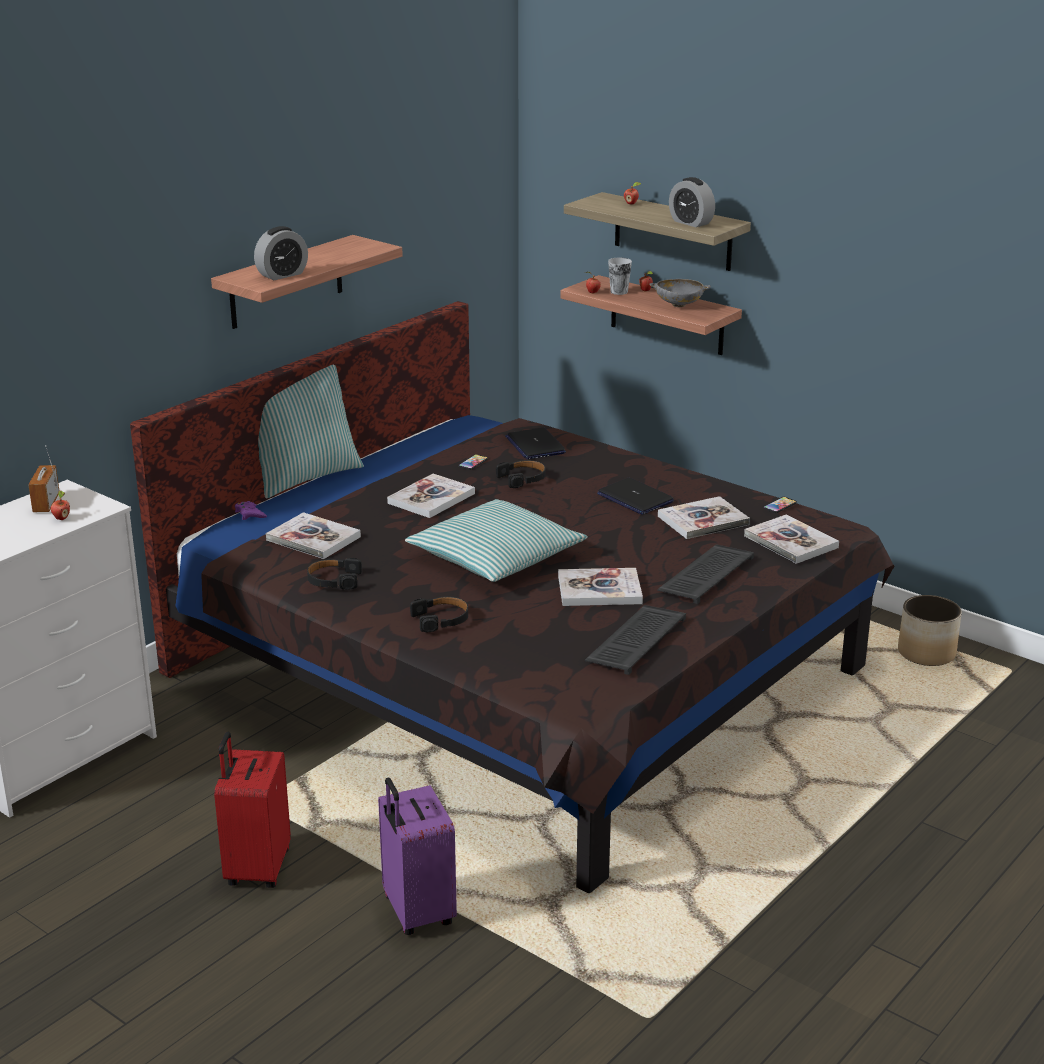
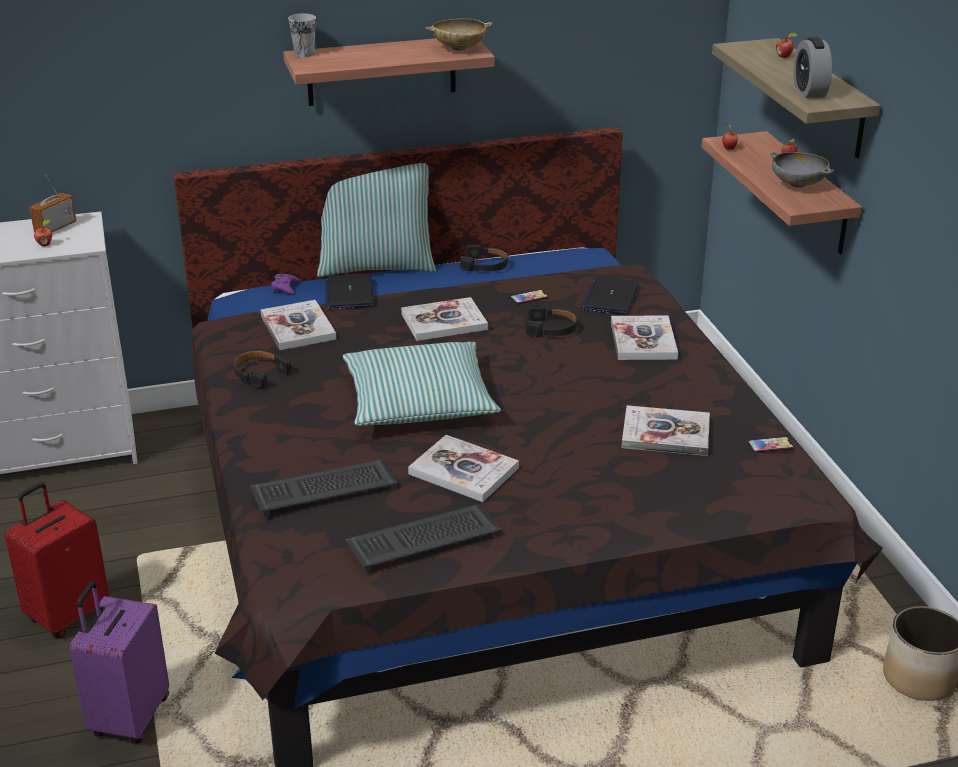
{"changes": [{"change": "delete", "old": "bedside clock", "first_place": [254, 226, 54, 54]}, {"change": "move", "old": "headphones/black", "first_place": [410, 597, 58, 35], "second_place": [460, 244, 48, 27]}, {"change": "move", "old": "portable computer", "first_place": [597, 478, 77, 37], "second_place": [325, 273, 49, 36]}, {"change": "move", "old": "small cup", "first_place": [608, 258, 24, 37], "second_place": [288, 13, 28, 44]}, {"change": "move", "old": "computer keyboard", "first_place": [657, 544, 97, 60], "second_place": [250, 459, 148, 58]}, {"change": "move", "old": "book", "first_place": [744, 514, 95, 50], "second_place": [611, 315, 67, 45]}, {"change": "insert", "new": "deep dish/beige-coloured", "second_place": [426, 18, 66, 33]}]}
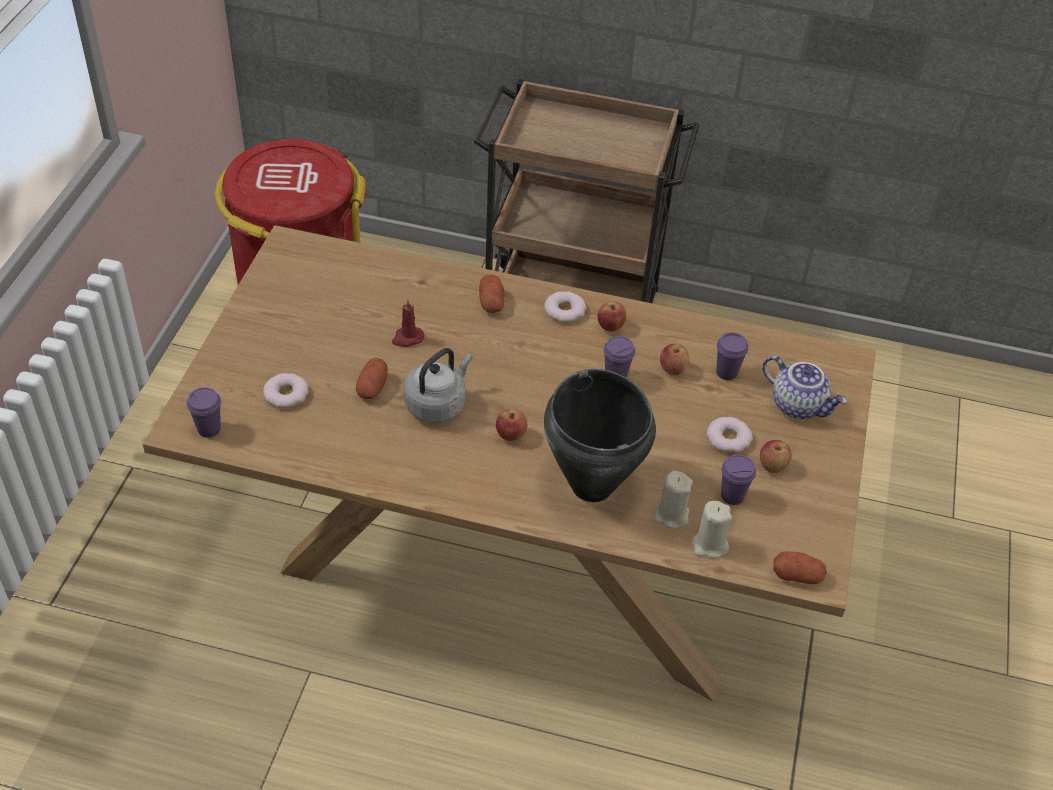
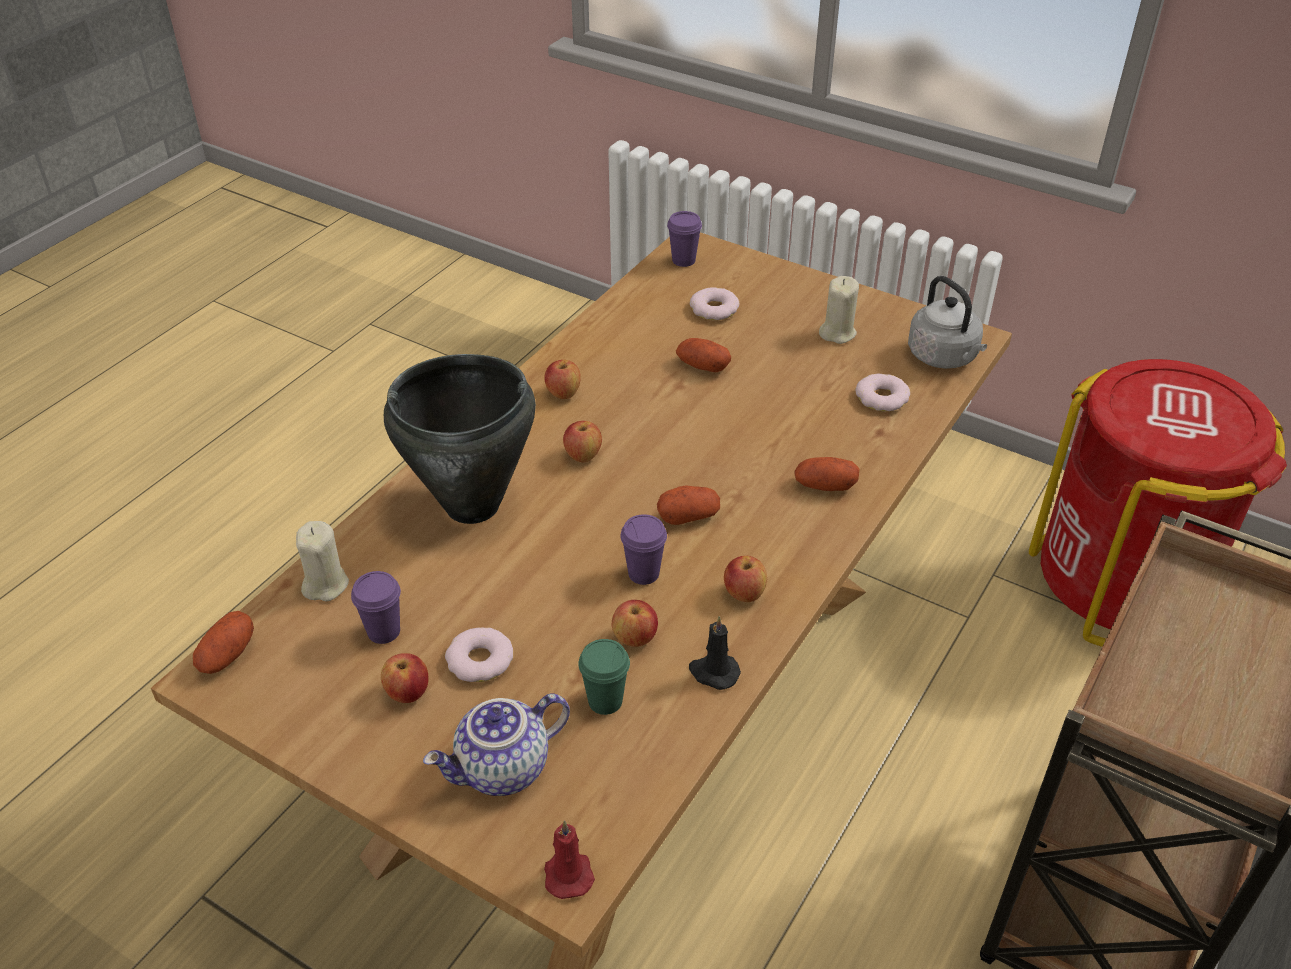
{"changes": [{"change": "move", "old": "candle/reddish", "first_place": [392, 299, 32, 48], "second_place": [544, 820, 51, 79]}, {"change": "move", "old": "tea kettle/greyish", "first_place": [404, 348, 69, 75], "second_place": [908, 276, 79, 93]}, {"change": "move", "old": "doughnut", "first_place": [544, 291, 42, 32], "second_place": [855, 374, 55, 37]}, {"change": "move", "old": "candle/beige-coloured", "first_place": [653, 471, 40, 58], "second_place": [819, 276, 40, 68]}, {"change": "recolor", "old": "small cup/purplish", "new": "small cup/greenish", "first_place": [716, 332, 32, 48], "second_place": [578, 639, 52, 76]}, {"change": "insert", "new": "whole apple", "second_place": [545, 360, 36, 39]}, {"change": "insert", "new": "potato", "second_place": [657, 485, 63, 40]}, {"change": "insert", "new": "candle/black", "second_place": [689, 616, 52, 74]}]}
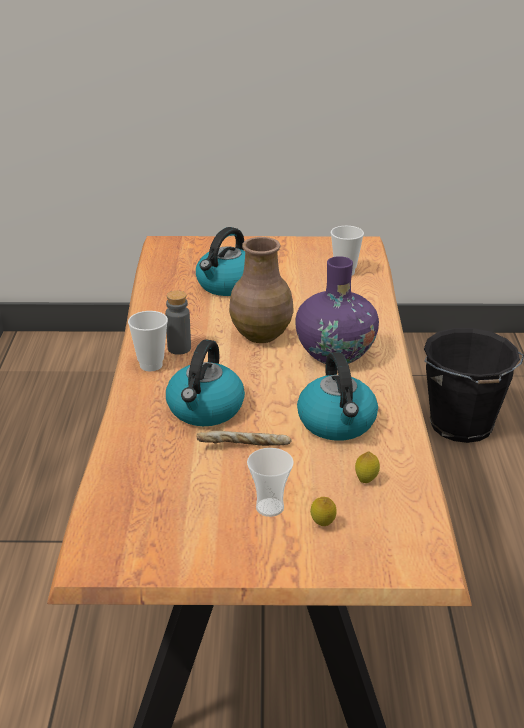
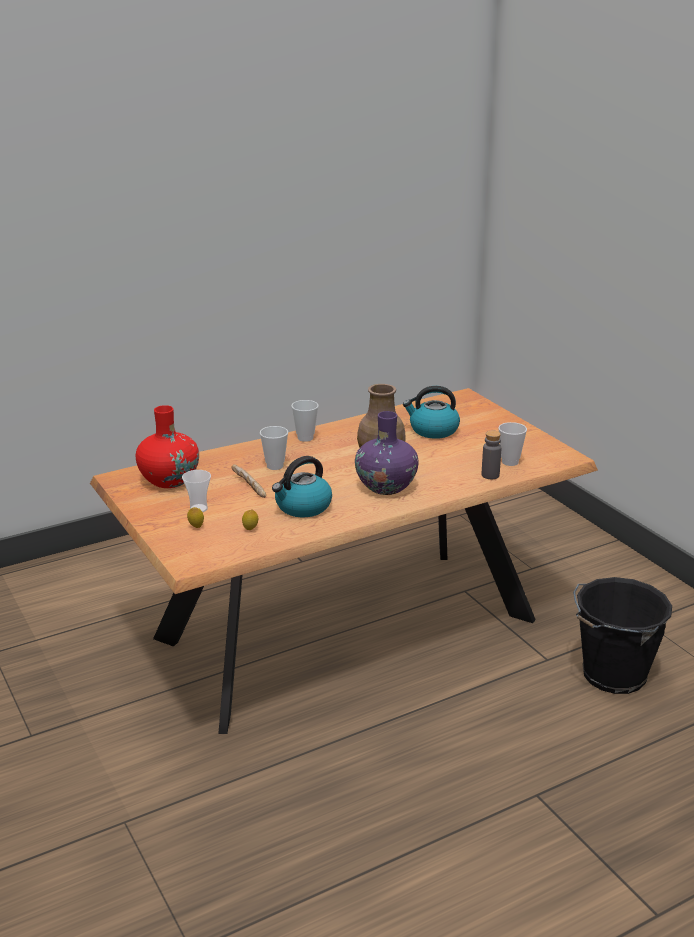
{"changes": [{"change": "move", "old": "bottle/greyish", "first_place": [165, 291, 26, 64], "second_place": [482, 431, 20, 48]}, {"change": "replace", "old": "tea kettle", "new": "small cup", "first_place": [166, 339, 79, 87], "second_place": [260, 426, 28, 44]}, {"change": "insert", "new": "vase/reddish", "second_place": [136, 405, 63, 83]}]}
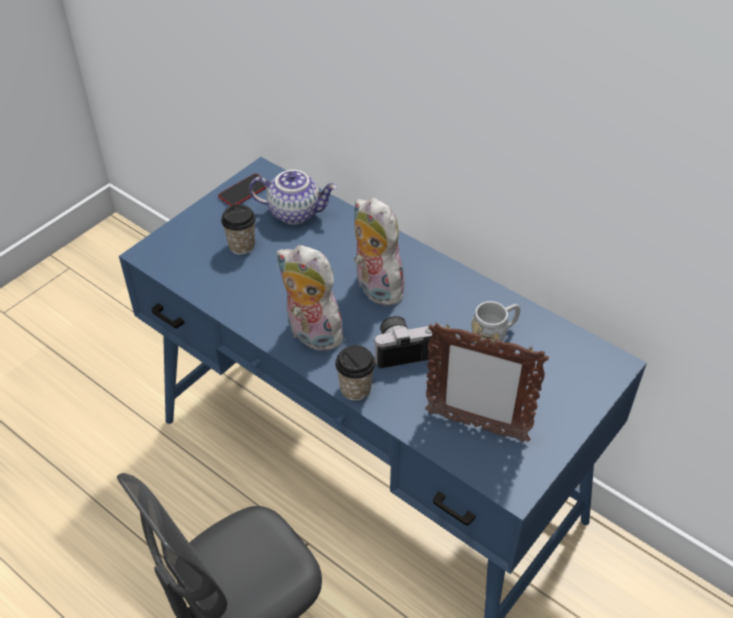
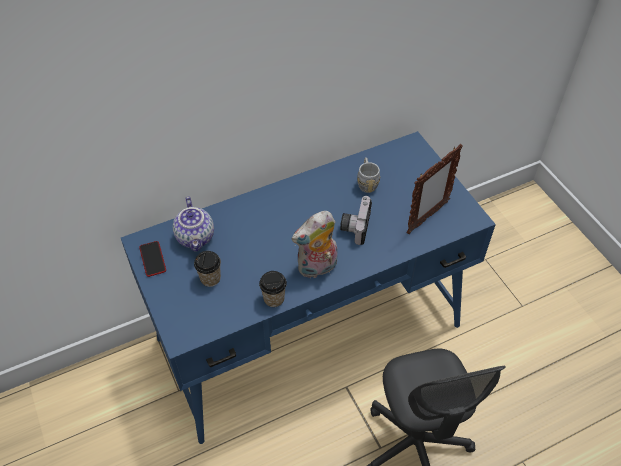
{"changes": [{"change": "rotate", "old": "teapot", "first_place": [249, 170, 88, 54], "second_place": [173, 197, 41, 55], "degrees": 135}, {"change": "move", "old": "small cup", "first_place": [335, 345, 40, 56], "second_place": [259, 271, 28, 36]}, {"change": "delete", "old": "cuddly toy", "first_place": [354, 197, 54, 109]}]}
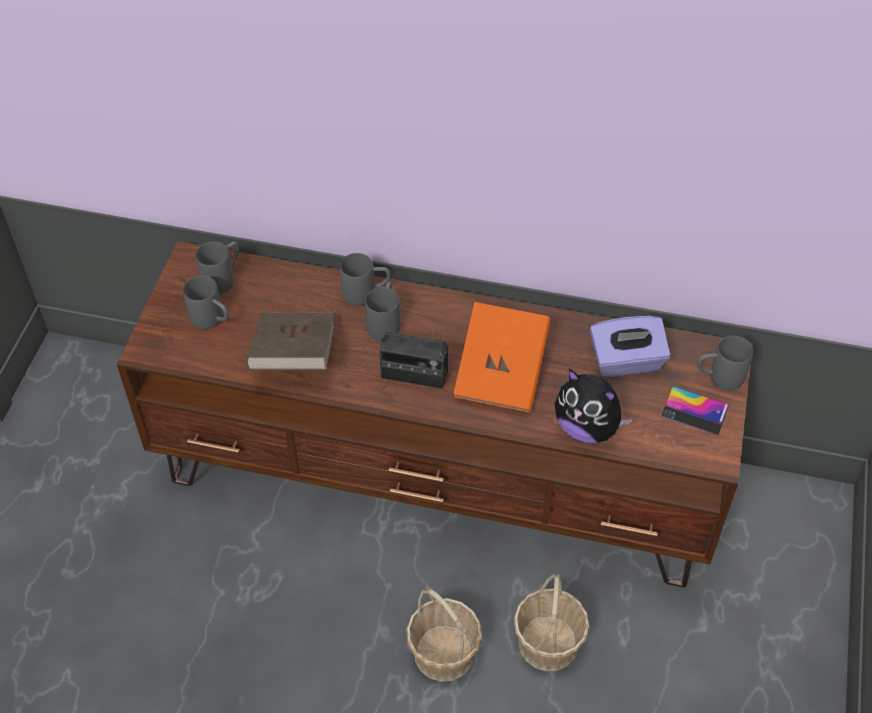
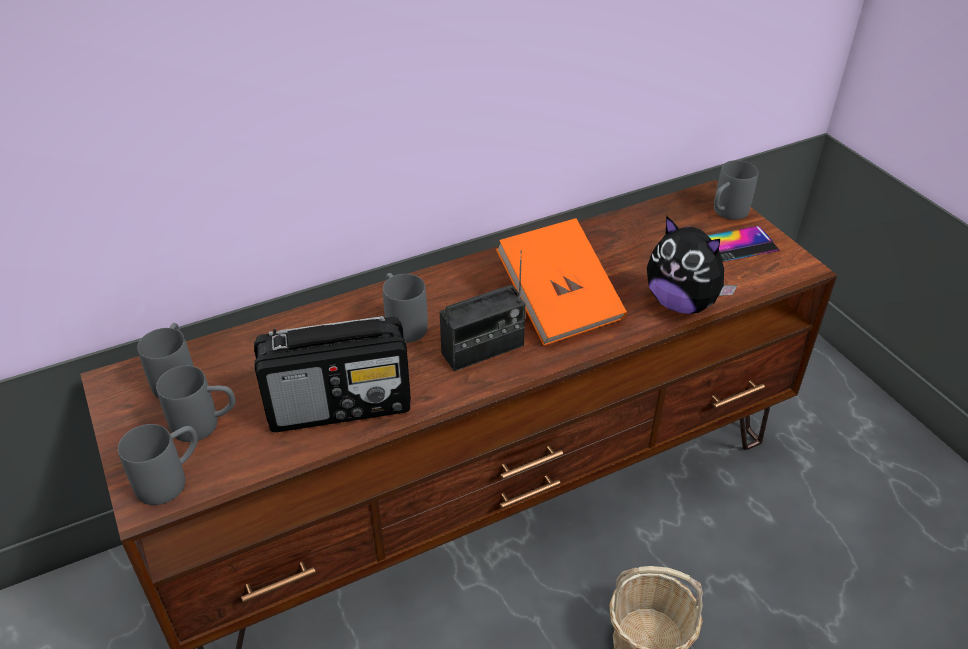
{"changes": [{"change": "replace", "old": "book/brown", "new": "radio receiver", "first_place": [246, 313, 89, 58], "second_place": [254, 316, 157, 116]}, {"change": "move", "old": "mug/greyish", "first_place": [340, 253, 51, 53], "second_place": [118, 424, 80, 81]}, {"change": "delete", "old": "household basket", "first_place": [514, 574, 75, 97]}, {"change": "rotate", "old": "cuddly toy", "first_place": [554, 369, 79, 75], "second_place": [647, 215, 90, 99], "degrees": 45}, {"change": "delete", "old": "tissue holder/purplish", "first_place": [590, 316, 80, 61]}]}
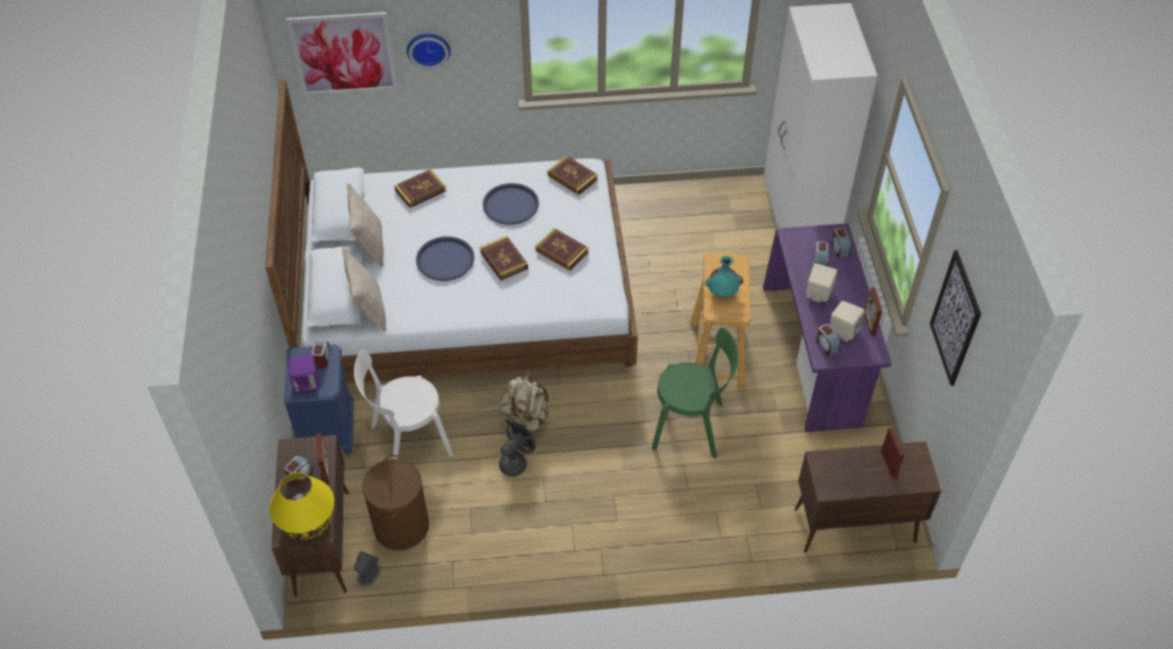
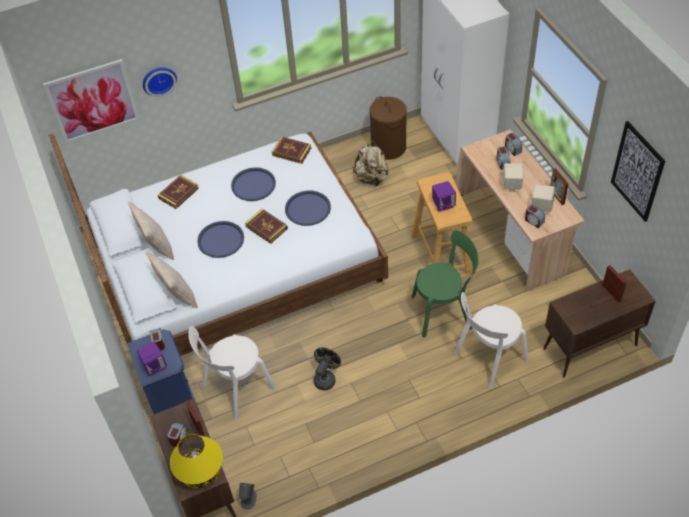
{"changes": [{"change": "move", "old": "hamper/brown", "first_place": [362, 455, 67, 95], "second_place": [369, 97, 38, 63]}, {"change": "move", "old": "rucksack/beige-coloured", "first_place": [499, 374, 50, 58], "second_place": [353, 141, 36, 45]}, {"change": "replace", "old": "book", "new": "carrying tray/bluish", "first_place": [535, 228, 54, 43], "second_place": [285, 191, 46, 35]}, {"change": "replace", "old": "vase/turquoise-coloured", "new": "audio speaker/purplish", "first_place": [705, 256, 38, 41], "second_place": [432, 181, 24, 30]}, {"change": "recolor", "old": "desk unit/purplish", "new": "desk unit/beige-coloured", "first_place": [763, 223, 129, 209], "second_place": [455, 130, 130, 161]}, {"change": "insert", "new": "chair/white", "second_place": [454, 292, 74, 97]}]}
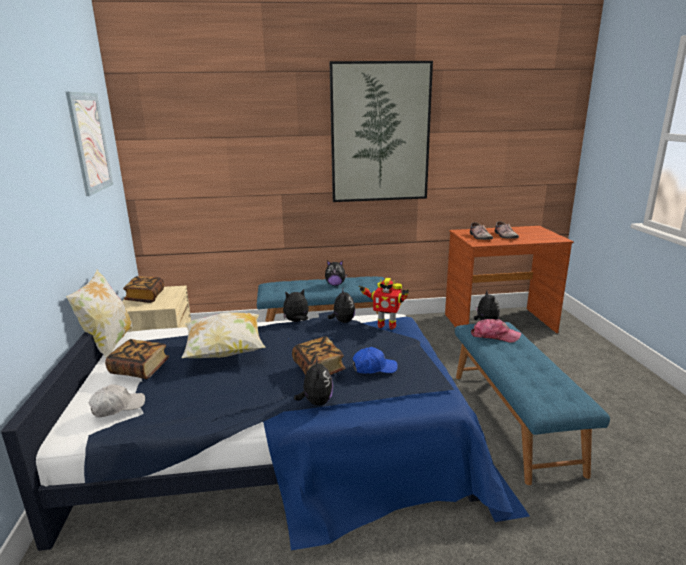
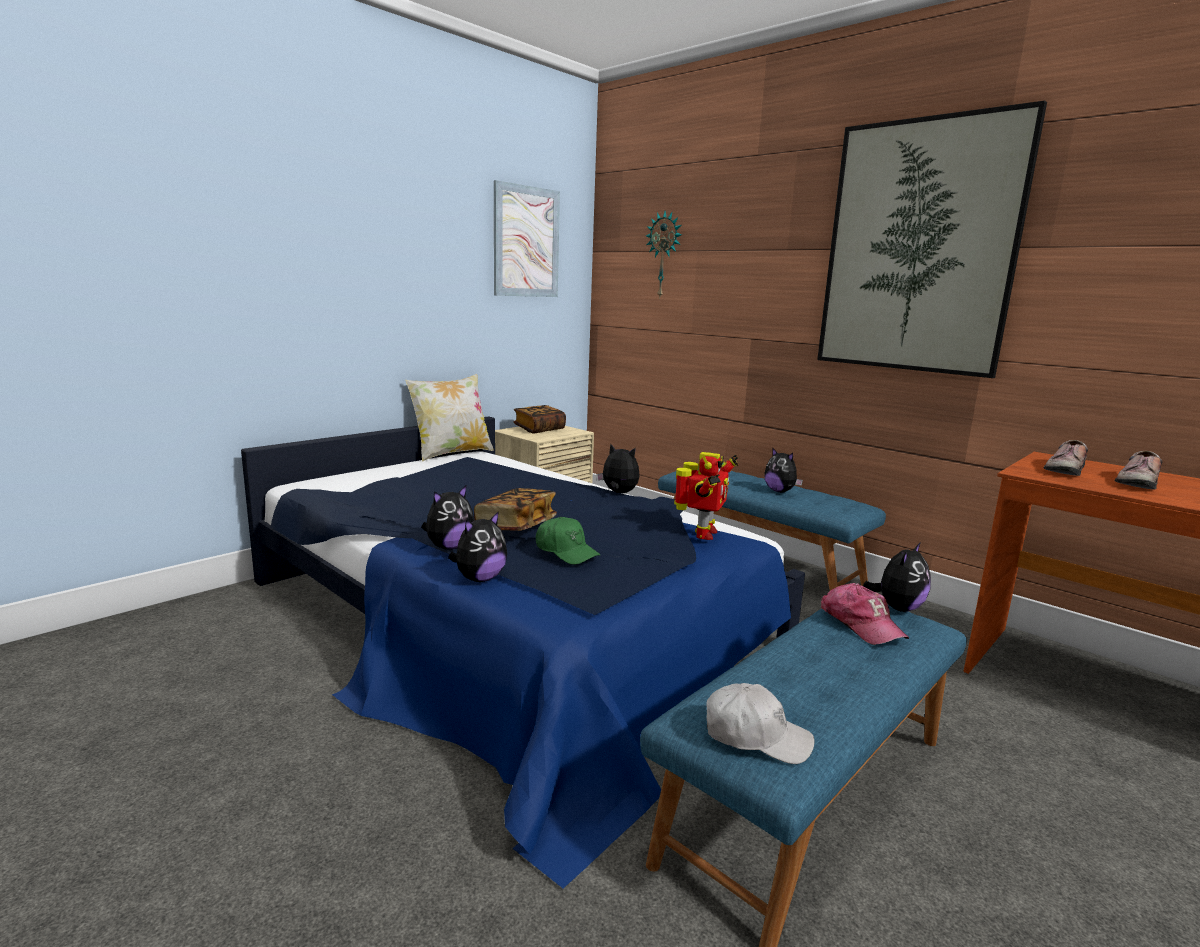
{"changes": [{"change": "move", "old": "peaked cap/white", "first_place": [89, 384, 56, 33], "second_place": [707, 683, 108, 81]}, {"change": "delete", "old": "book", "first_place": [105, 339, 64, 40]}, {"change": "delete", "old": "cushion", "first_place": [182, 313, 84, 45]}, {"change": "move", "old": "cuddly toy", "first_place": [328, 289, 27, 34], "second_place": [448, 511, 59, 71]}, {"change": "recolor", "old": "peaked cap/bluish", "new": "peaked cap/greenish", "first_place": [352, 347, 46, 27], "second_place": [536, 517, 64, 48]}, {"change": "rotate", "old": "robot figure", "first_place": [359, 278, 50, 51], "second_place": [674, 452, 65, 88], "degrees": -135}, {"change": "insert", "new": "hanging clock", "second_place": [646, 211, 36, 88]}]}
